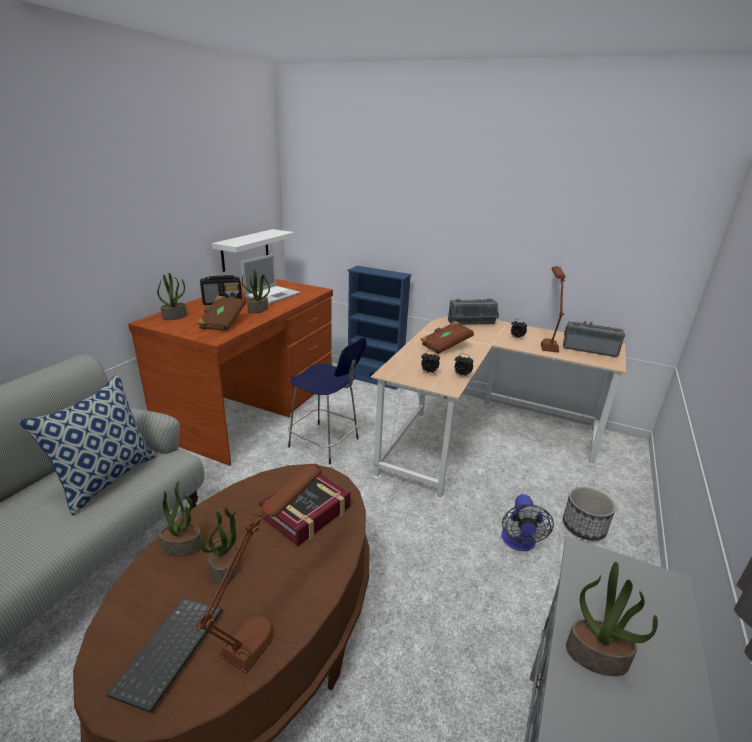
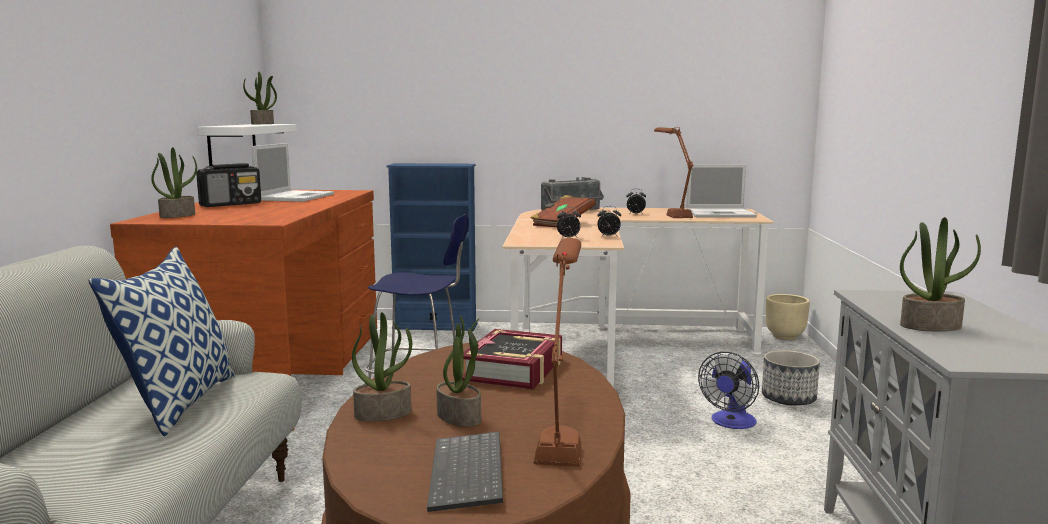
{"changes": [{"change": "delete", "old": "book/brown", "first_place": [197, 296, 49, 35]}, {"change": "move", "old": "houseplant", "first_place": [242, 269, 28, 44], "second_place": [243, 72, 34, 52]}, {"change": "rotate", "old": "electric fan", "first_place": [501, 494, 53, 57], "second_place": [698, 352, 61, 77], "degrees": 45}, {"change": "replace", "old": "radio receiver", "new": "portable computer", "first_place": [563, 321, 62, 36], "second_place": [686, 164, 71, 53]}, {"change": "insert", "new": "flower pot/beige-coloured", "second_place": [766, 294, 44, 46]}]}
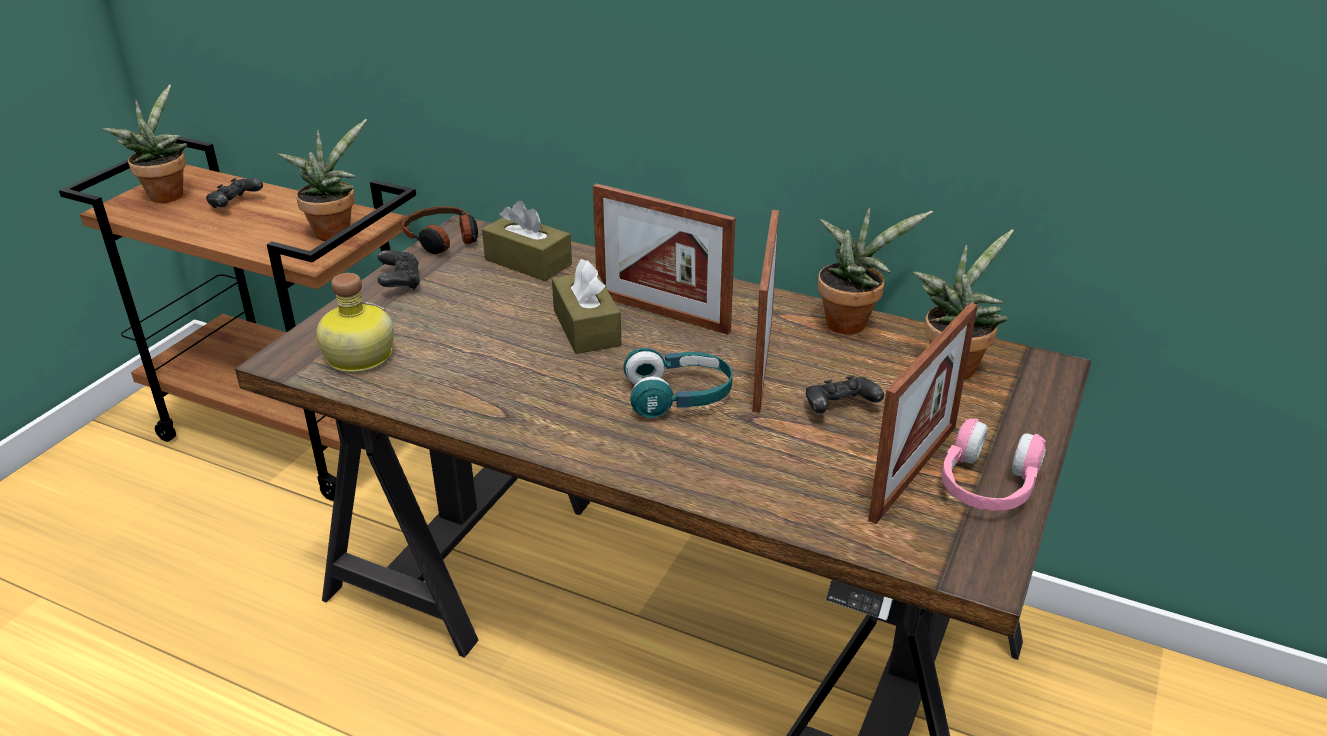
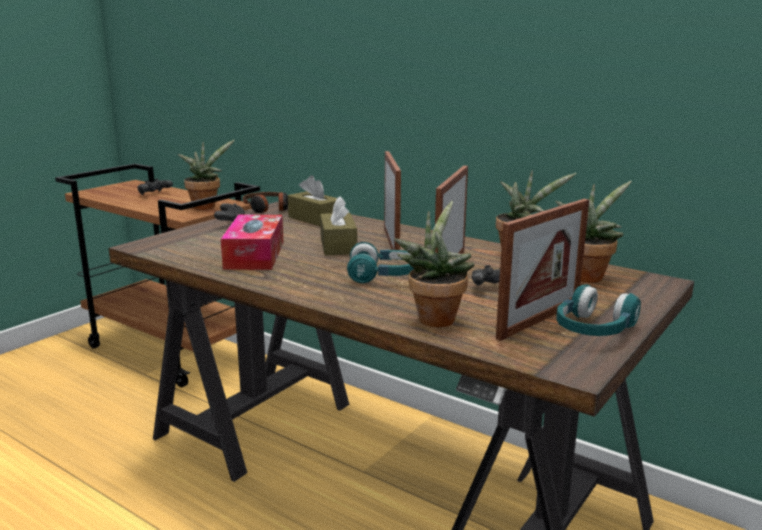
{"changes": [{"change": "move", "old": "houseplant", "first_place": [103, 85, 84, 118], "second_place": [394, 201, 81, 126]}, {"change": "delete", "old": "bottle", "first_place": [316, 273, 78, 100]}, {"change": "rotate", "old": "picture frame", "first_place": [593, 183, 142, 152], "second_place": [384, 151, 17, 99], "degrees": -135}, {"change": "recolor", "old": "headphones/pink", "new": "headphones/turquoise-coloured", "first_place": [942, 419, 104, 92], "second_place": [556, 284, 85, 52]}, {"change": "insert", "new": "tissue holder", "second_place": [221, 215, 62, 55]}]}
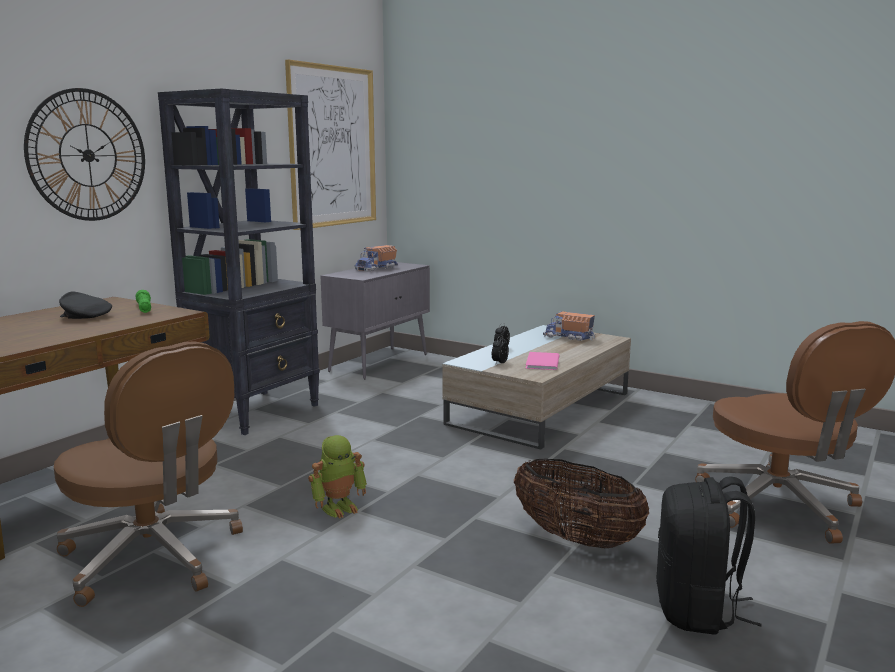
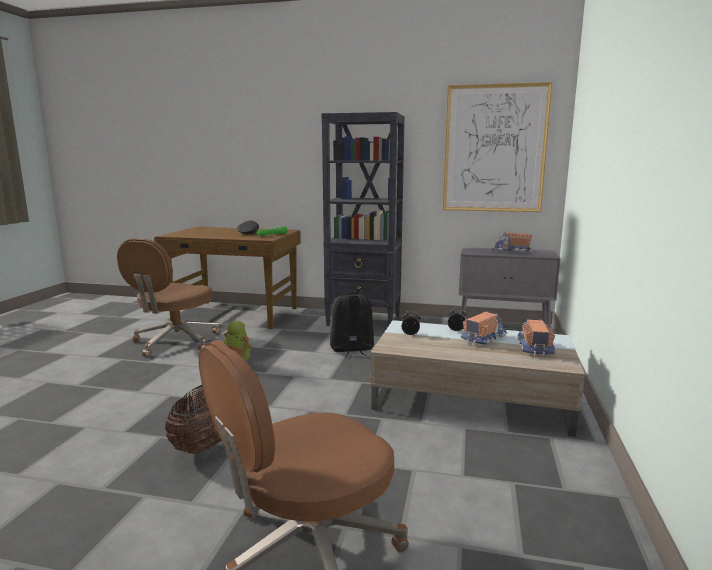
{"changes": [{"change": "delete", "old": "hanging clock", "first_place": [24, 88, 121, 133]}, {"change": "delete", "old": "book/pink", "first_place": [526, 352, 34, 18]}, {"change": "move", "old": "rucksack/black", "first_place": [656, 477, 106, 158], "second_place": [330, 292, 44, 65]}, {"change": "insert", "new": "model truck", "second_place": [461, 311, 47, 34]}]}
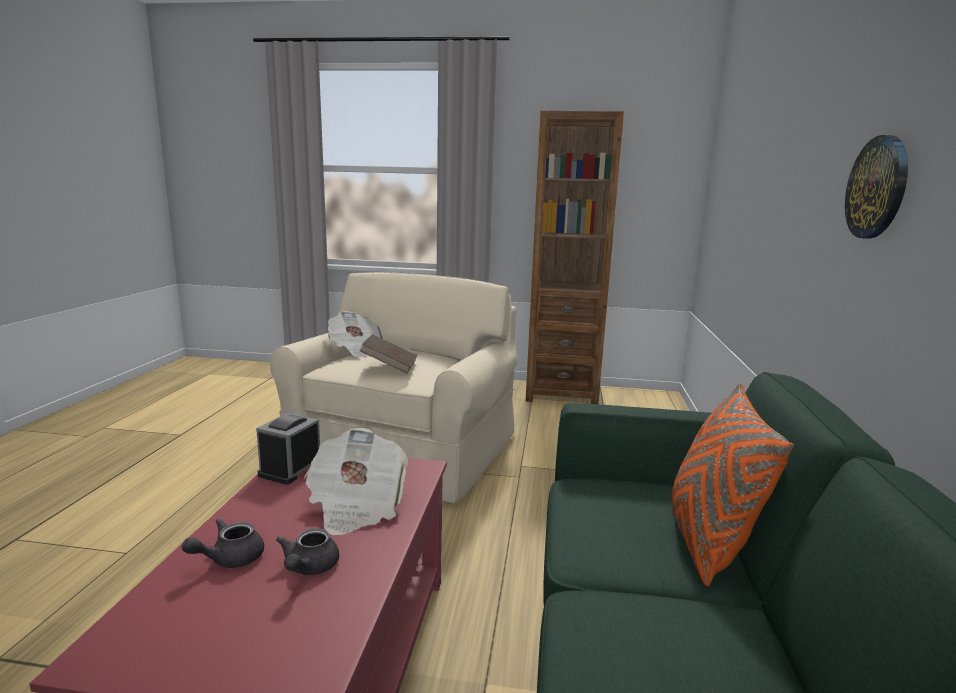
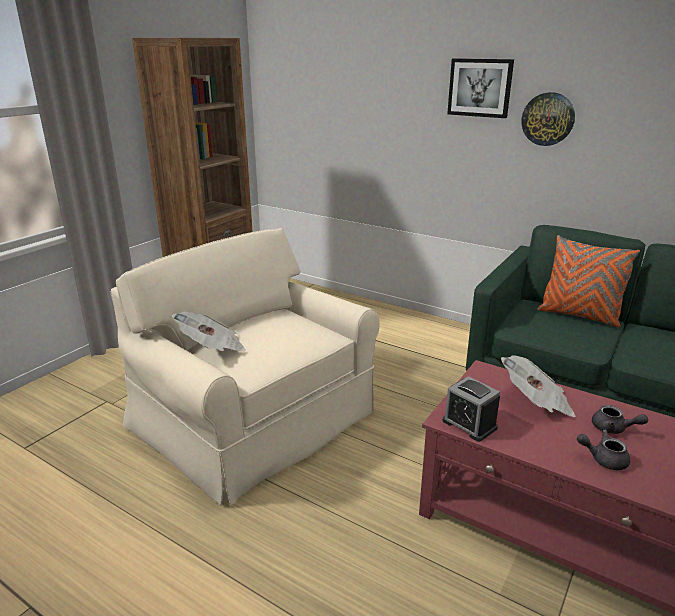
{"changes": [{"change": "rotate", "old": "teapot/greyish", "first_place": [182, 518, 82, 50], "second_place": [577, 430, 53, 40], "degrees": 120}, {"change": "delete", "old": "book/brown", "first_place": [359, 334, 58, 39]}, {"change": "insert", "new": "wall picture", "second_place": [447, 58, 67, 60]}]}
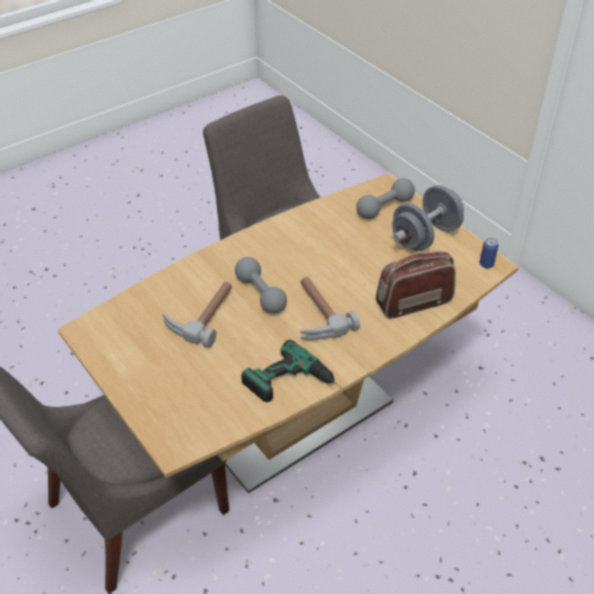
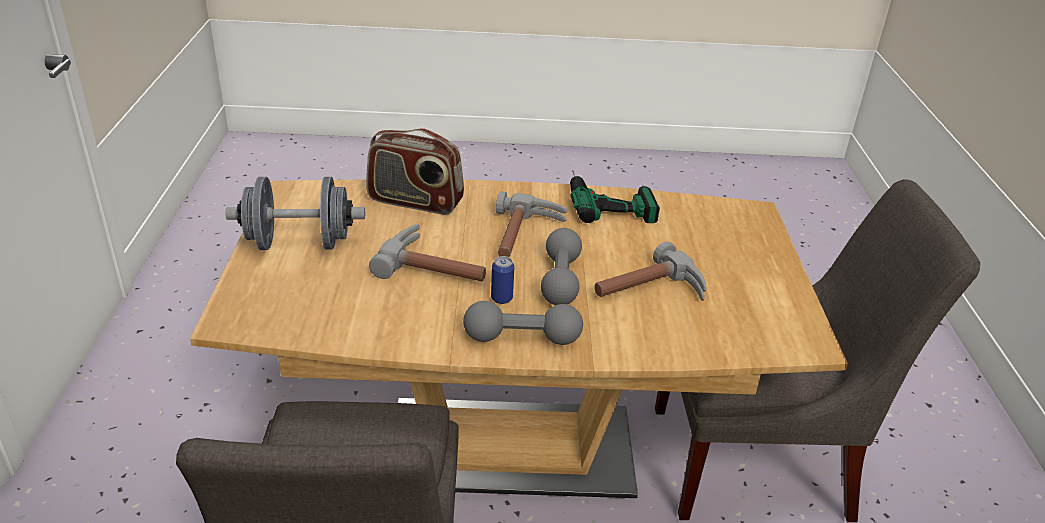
{"changes": [{"change": "move", "old": "free weight/greyish", "first_place": [356, 178, 59, 41], "second_place": [463, 301, 120, 44]}, {"change": "move", "old": "can", "first_place": [480, 238, 19, 31], "second_place": [491, 256, 24, 48]}, {"change": "insert", "new": "hand hammer", "second_place": [369, 224, 117, 57]}]}
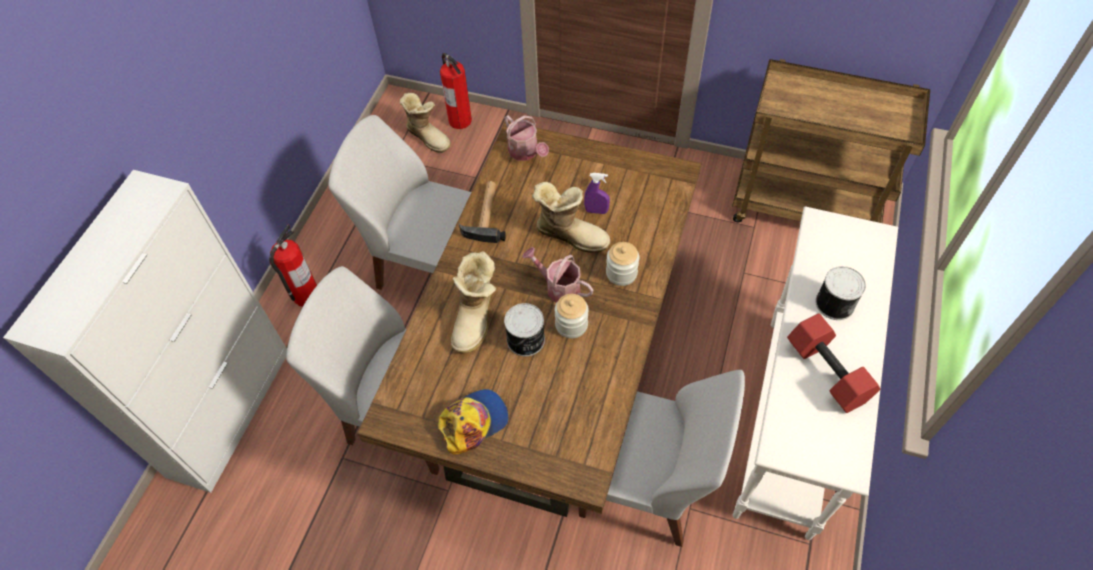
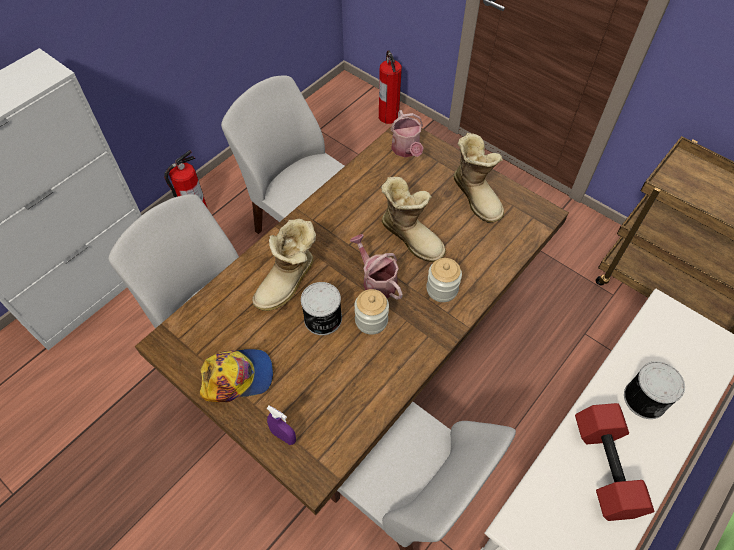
{"changes": [{"change": "move", "old": "tall boot", "first_place": [400, 93, 51, 60], "second_place": [454, 133, 50, 90]}, {"change": "delete", "old": "hand hammer", "first_place": [458, 181, 48, 62]}, {"change": "move", "old": "spray bottle/purplish", "first_place": [584, 173, 26, 41], "second_place": [267, 406, 29, 39]}]}
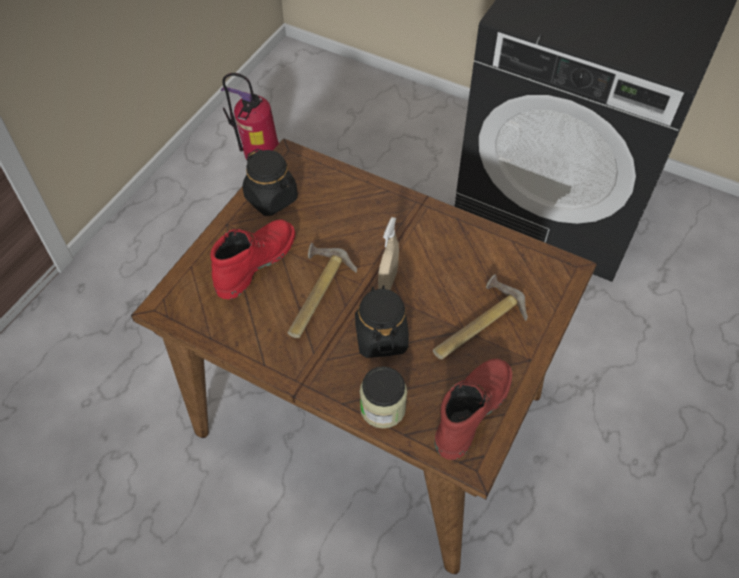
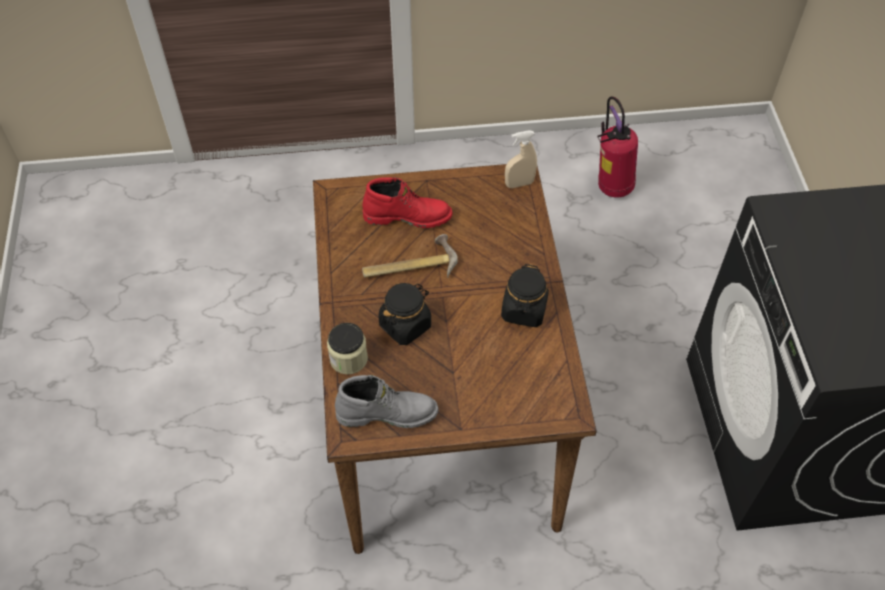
{"changes": [{"change": "move", "old": "preserve jar/black", "first_place": [243, 149, 55, 67], "second_place": [501, 264, 48, 63]}, {"change": "move", "old": "spray bottle/beige-coloured", "first_place": [378, 217, 21, 73], "second_place": [505, 130, 32, 58]}, {"change": "delete", "old": "hand hammer", "first_place": [433, 274, 95, 86]}, {"change": "recolor", "old": "tall boot/reddish", "new": "tall boot/greyish", "first_place": [435, 359, 77, 101], "second_place": [335, 375, 103, 53]}]}
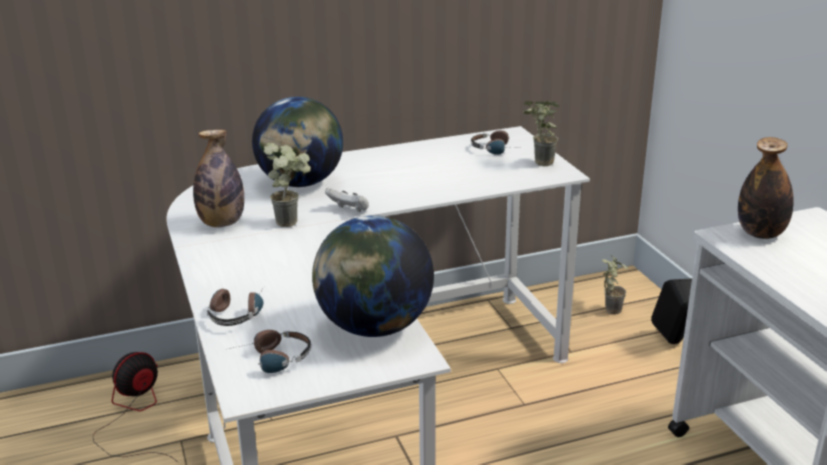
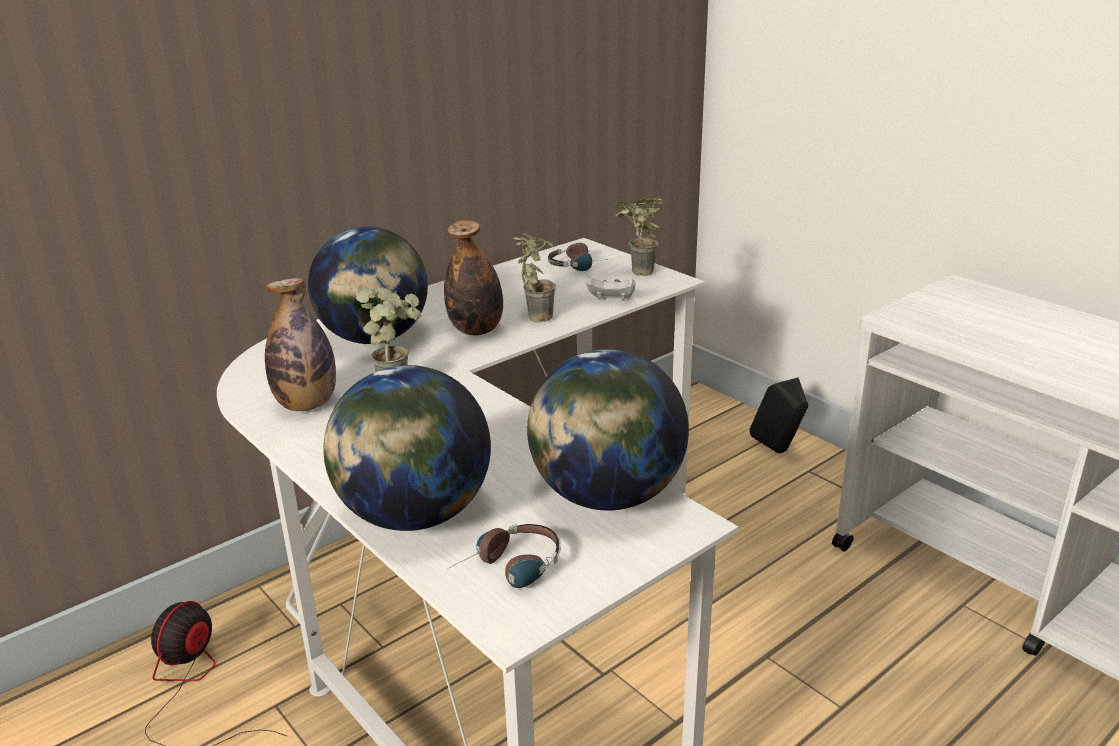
{"changes": [{"change": "replace", "old": "headphones", "new": "globe", "first_place": [207, 287, 57, 39], "second_place": [323, 365, 168, 166]}, {"change": "move", "old": "game controller/white", "first_place": [325, 188, 44, 24], "second_place": [586, 278, 50, 22]}, {"change": "move", "old": "houseplant", "first_place": [602, 255, 26, 60], "second_place": [513, 233, 43, 89]}, {"change": "move", "old": "bottle", "first_place": [738, 137, 56, 102], "second_place": [444, 220, 59, 115]}]}
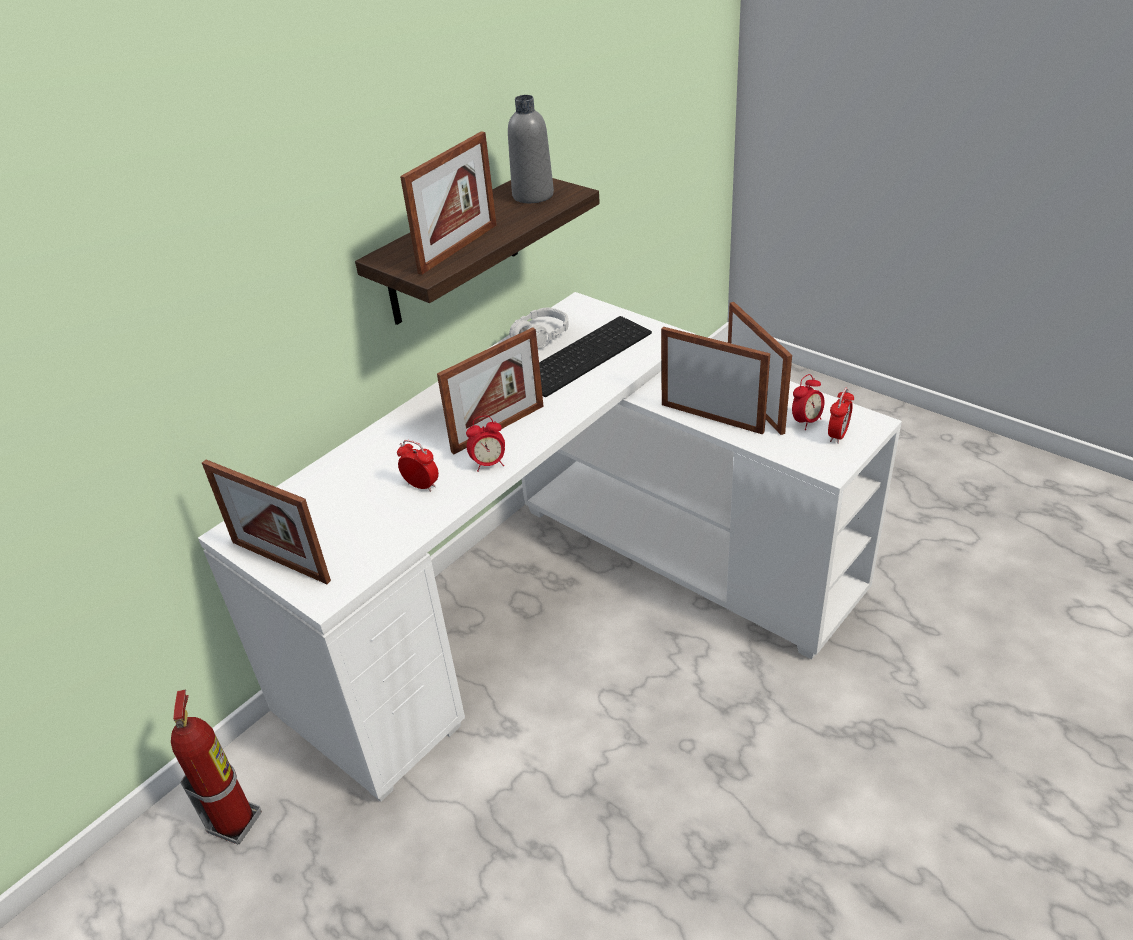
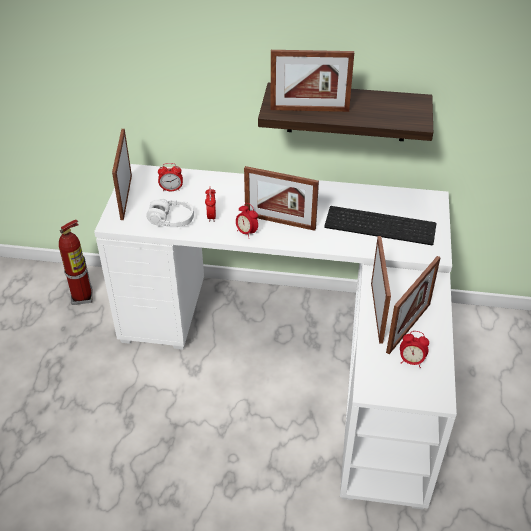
{"changes": [{"change": "delete", "old": "bottle/greyish", "first_place": [508, 95, 46, 108]}, {"change": "move", "old": "headphones/white", "first_place": [509, 308, 60, 41], "second_place": [146, 198, 48, 29]}, {"change": "move", "old": "bedside clock", "first_place": [828, 388, 26, 56], "second_place": [158, 163, 25, 28]}]}
